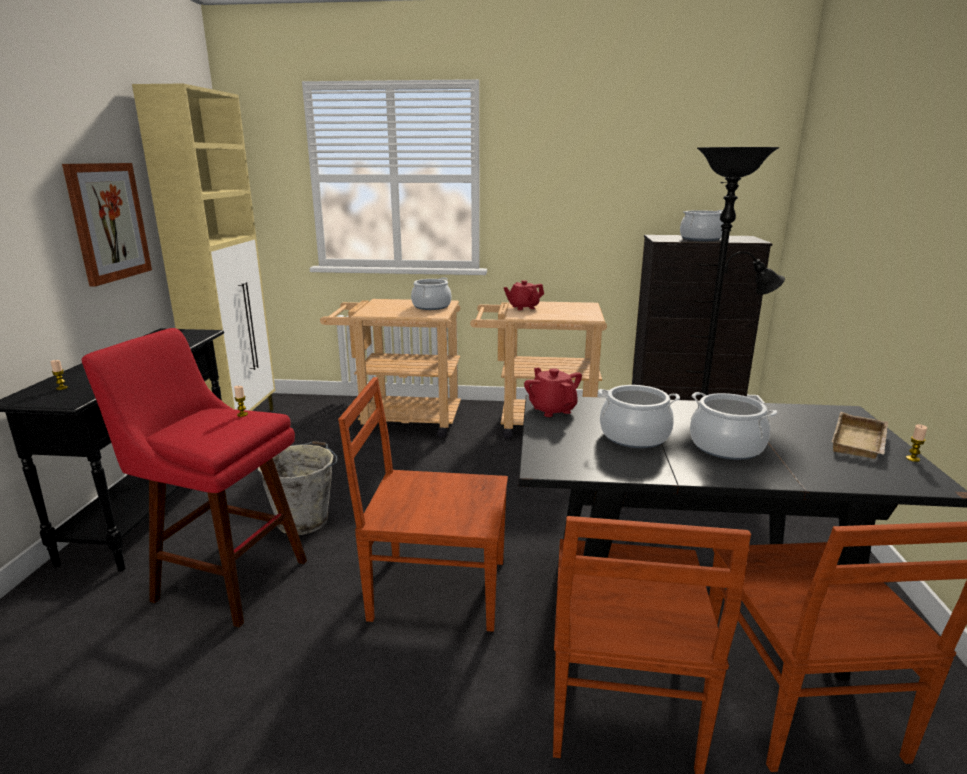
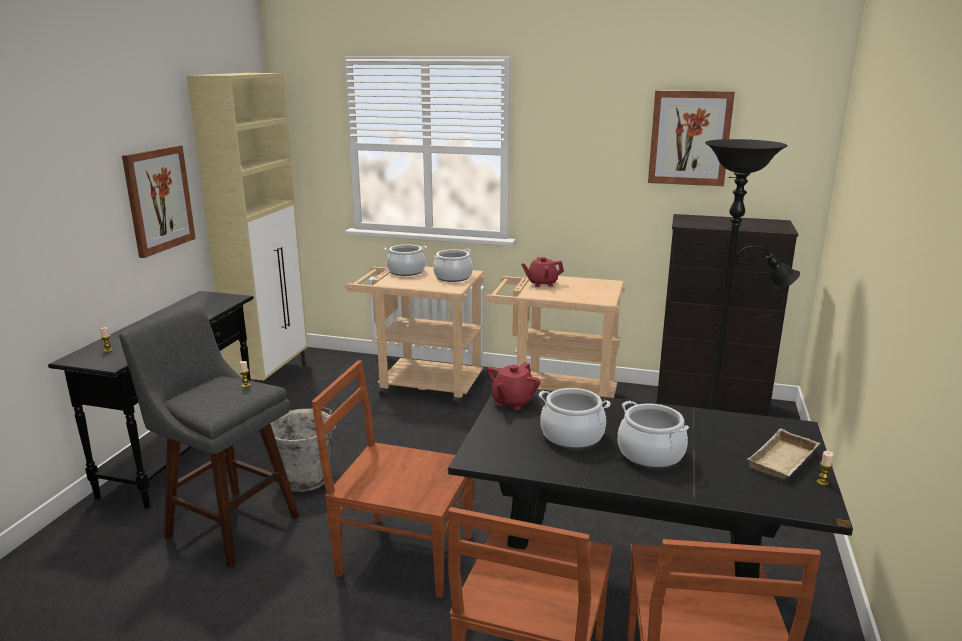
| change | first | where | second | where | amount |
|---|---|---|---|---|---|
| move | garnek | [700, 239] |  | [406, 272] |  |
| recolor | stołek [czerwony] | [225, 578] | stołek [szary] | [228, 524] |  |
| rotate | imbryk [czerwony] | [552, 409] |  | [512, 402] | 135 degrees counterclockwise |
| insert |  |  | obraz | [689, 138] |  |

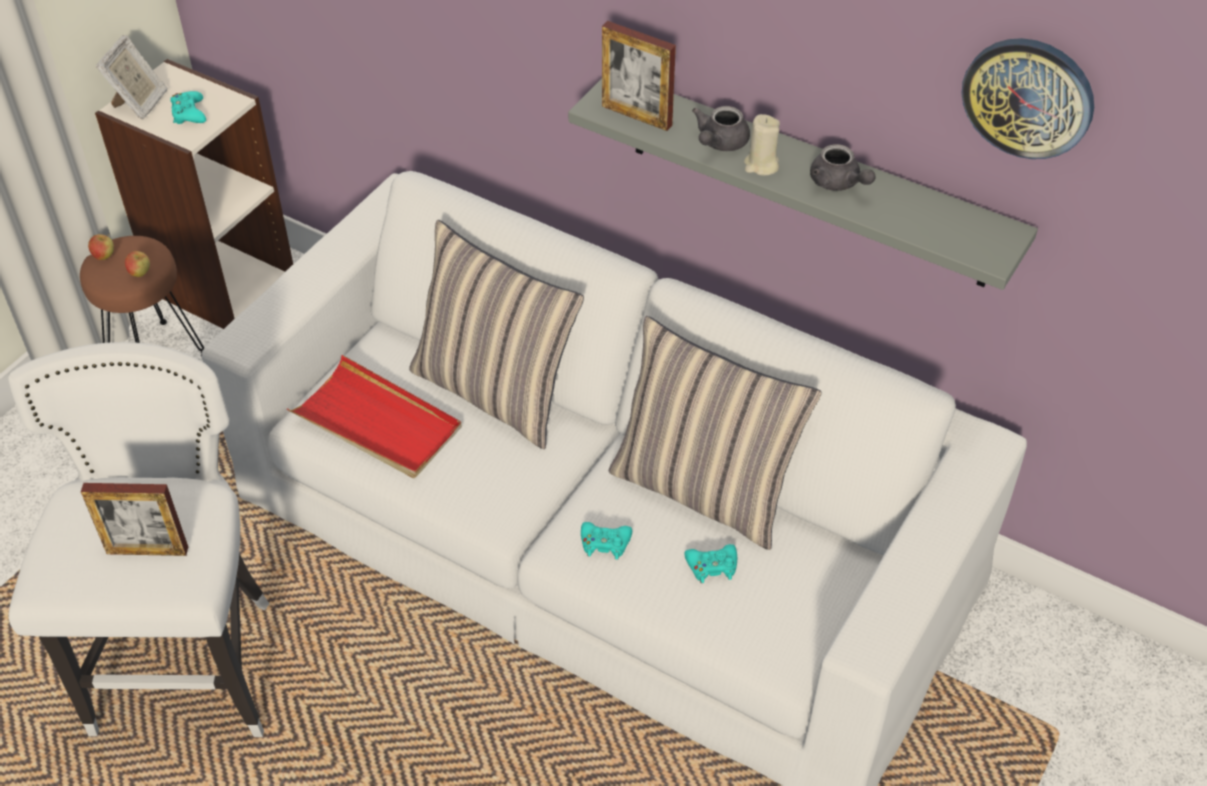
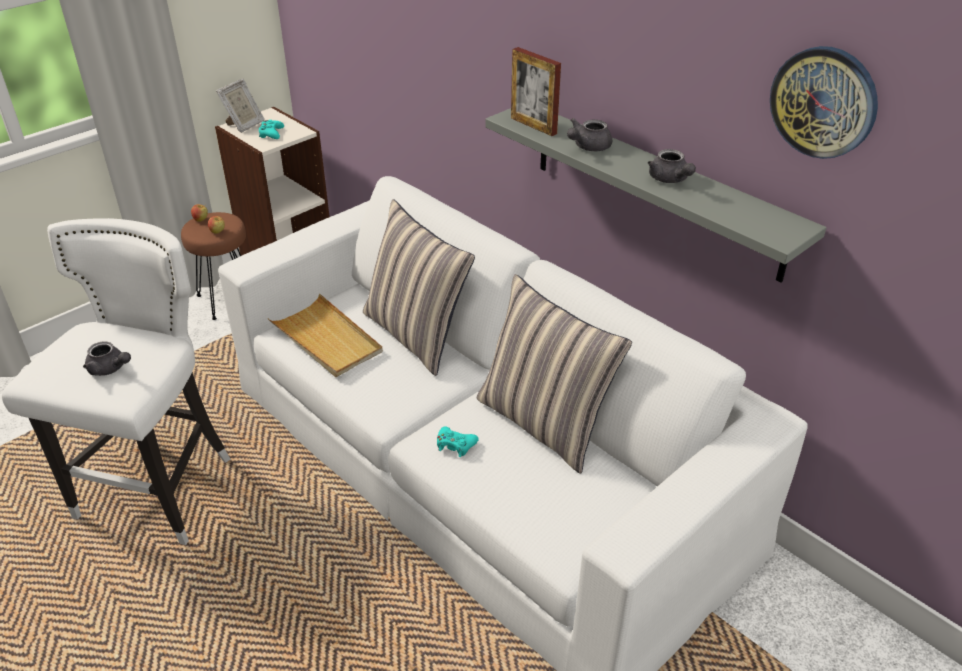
| change | first | where | second | where | amount |
|---|---|---|---|---|---|
| delete | świeca [beżowy] | [761, 165] |  |  |  |
| recolor | taca [czerwony] | [377, 423] | taca [beżowy] | [326, 339] |  |
| replace | ramka na zdjęcie | [147, 550] | imbryk [szary] | [110, 369] |  |
| delete | pad do gier [turkusowy] | [712, 566] |  |  |  |

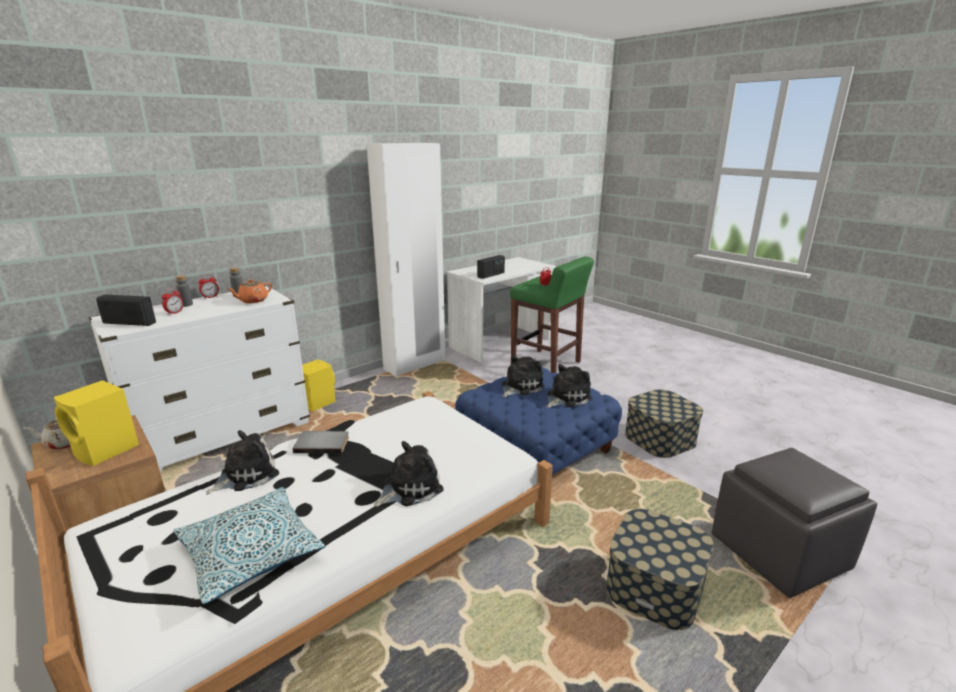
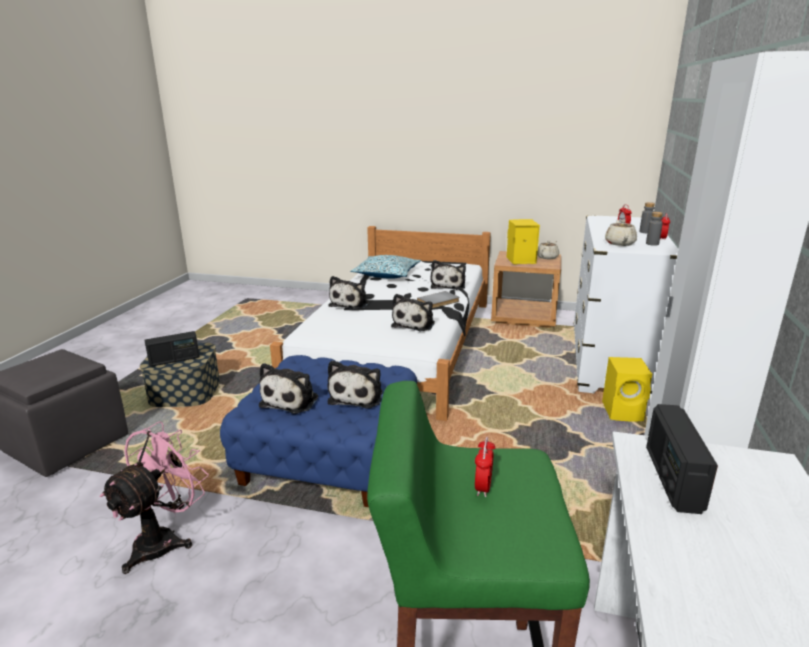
| change | first | where | second | where | amount |
|---|---|---|---|---|---|
| recolor | imbryk [pomarańczowy] | [253, 301] | imbryk [beżowy] | [619, 243] |  |
| move | radio | [130, 322] |  | [174, 360] |  |
| replace | pojemnik do przechowywania | [660, 438] | wentylator [różowy] | [164, 539] |  |
| insert |  |  | pluszak | [415, 324] |  |

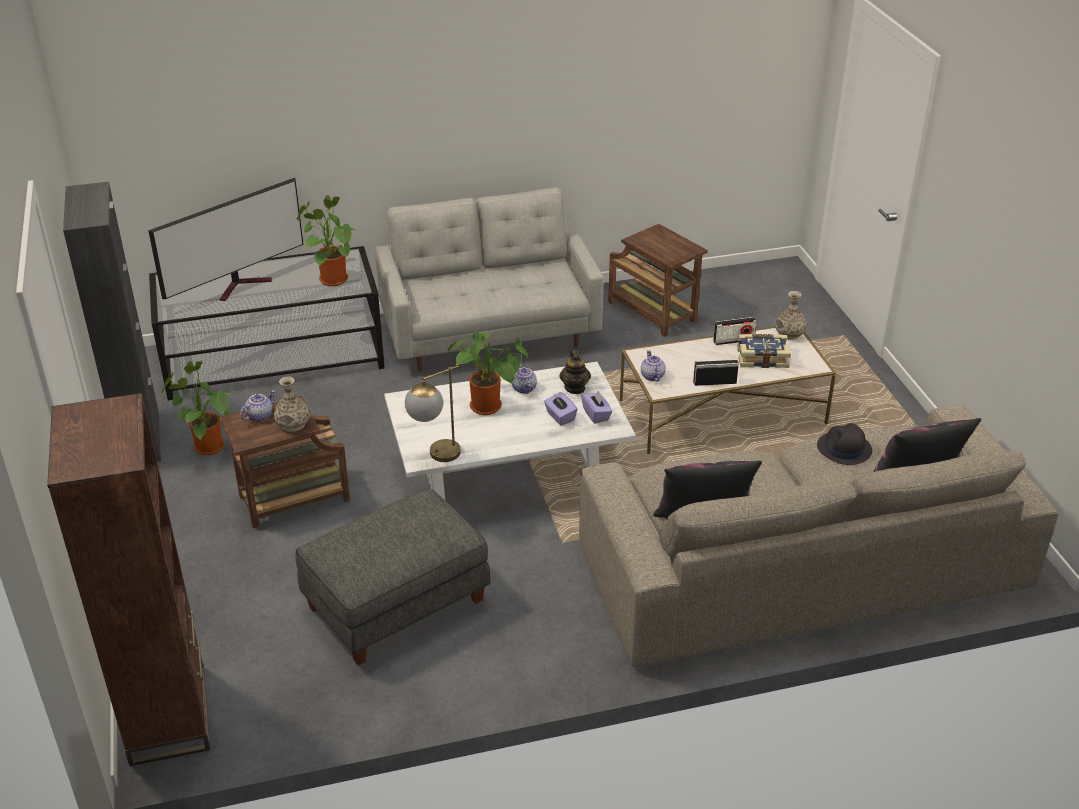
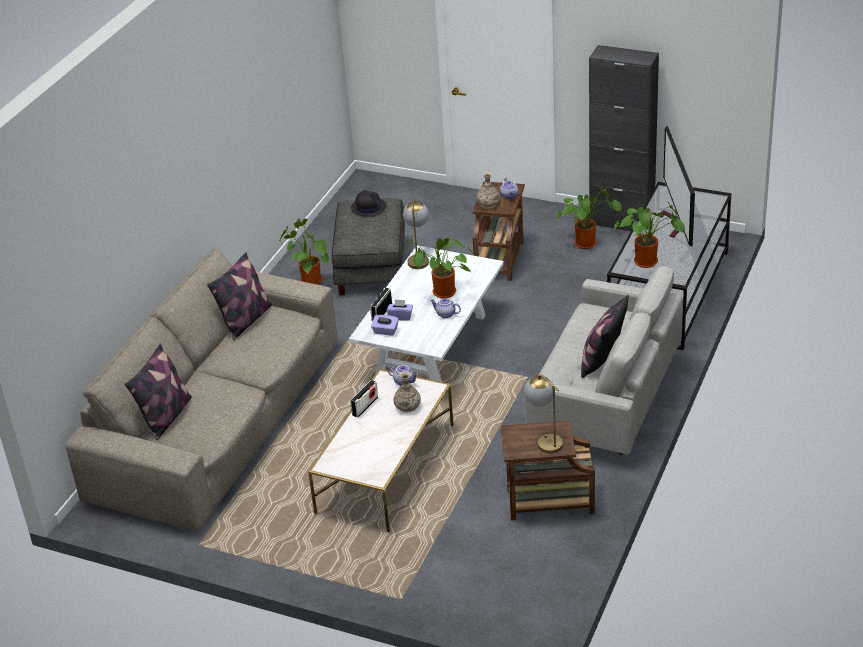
| change | first | where | second | where | amount |
|---|---|---|---|---|---|
| move | wazon | [789, 334] |  | [408, 406] |  |
| move | radio | [733, 340] |  | [381, 312] |  |
| delete | książka | [762, 358] |  |  |  |
| delete | imbryk | [575, 388] |  |  |  |
| delete | regał [brązowy] | [168, 714] |  |  |  |
| move | kapelusz [czarny] | [844, 449] |  | [368, 207] |  |
| insert |  |  | roślina doniczkowa | [309, 281] |  |
| insert |  |  | poduszka | [602, 360] |  |
| insert |  |  | lampa stołowa | [544, 440] |  |

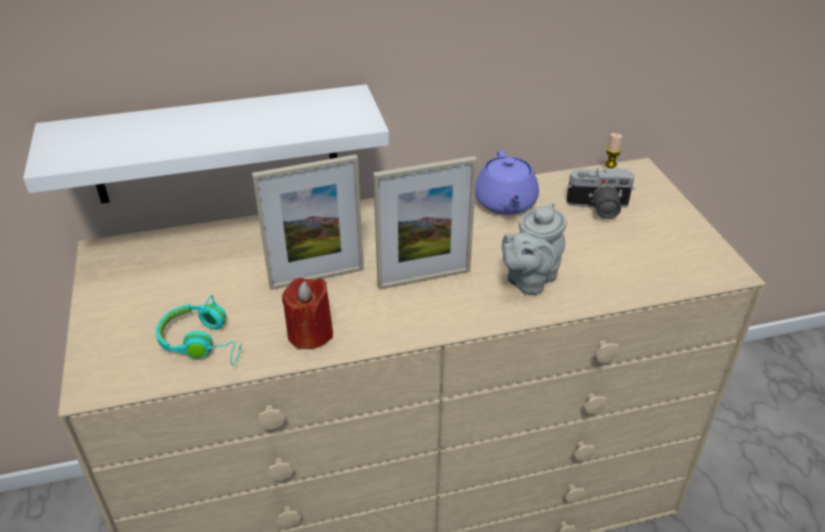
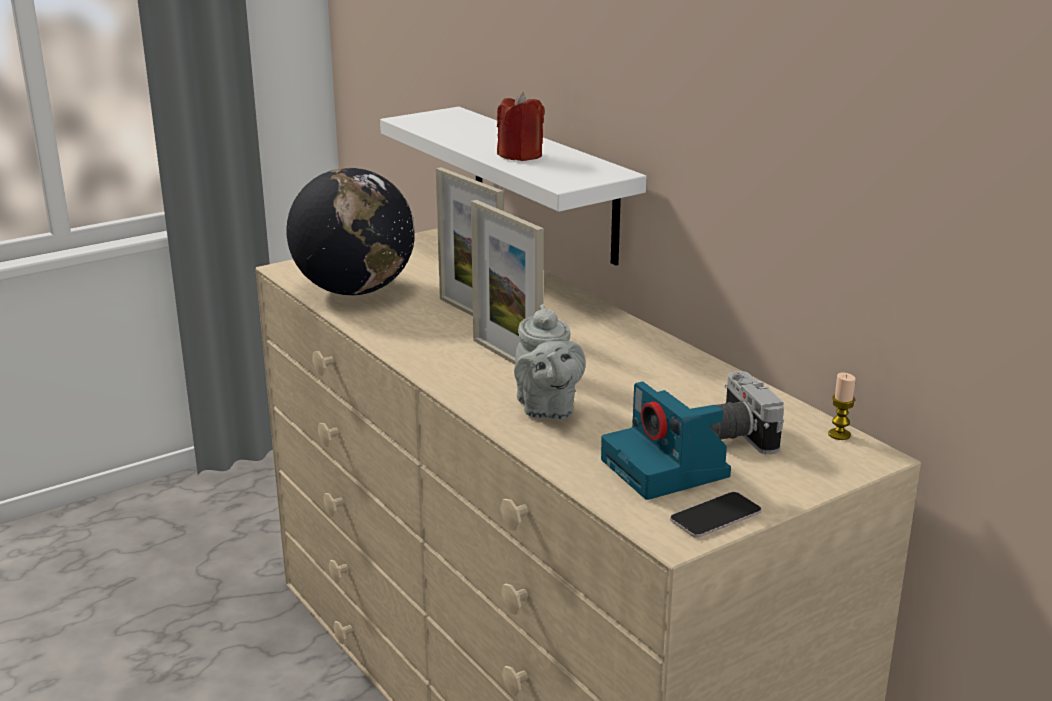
| change | first | where | second | where | amount |
|---|---|---|---|---|---|
| delete | imbryk [fioletowy] | [505, 203] |  |  |  |
| rotate | imbryk [szary] | [529, 280] |  | [546, 409] | 120 degrees counterclockwise |
| move | świeca [czerwony] | [310, 333] |  | [520, 155] |  |
| replace | słuchawki [turkusowy] | [203, 343] | globus | [355, 290] |  |
| insert |  |  | aparat fotograficzny | [667, 469] |  |
| insert |  |  | telefon | [715, 516] |  |

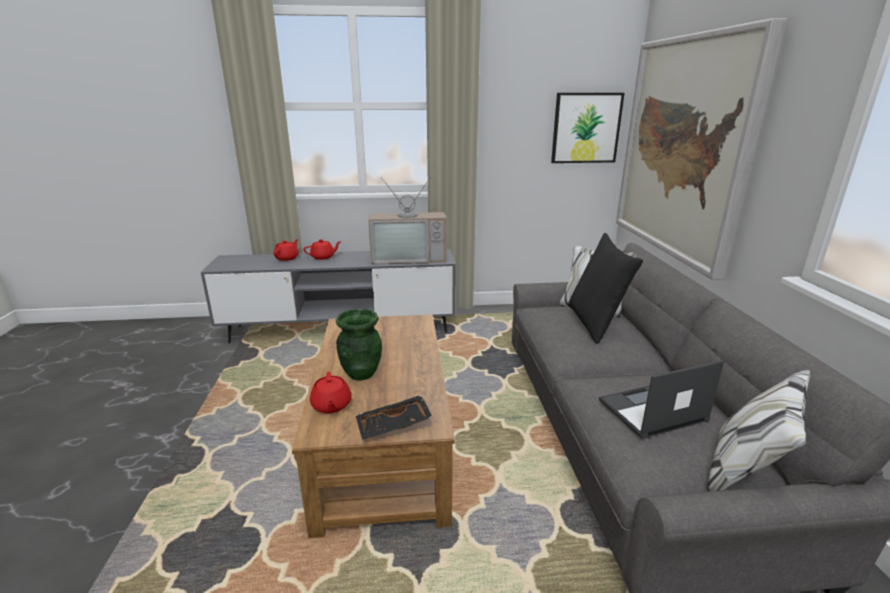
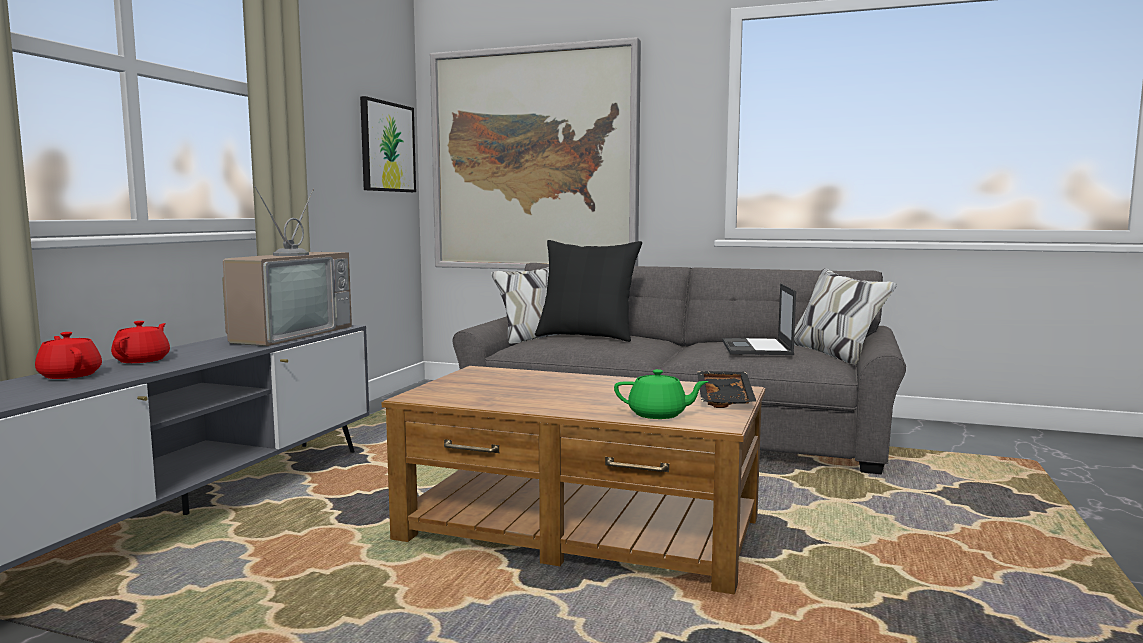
| change | first | where | second | where | amount |
|---|---|---|---|---|---|
| delete | wazon [zielony] | [361, 373] |  |  |  |
| recolor | imbryk [czerwony] | [331, 405] | imbryk [zielony] | [658, 414] |  |

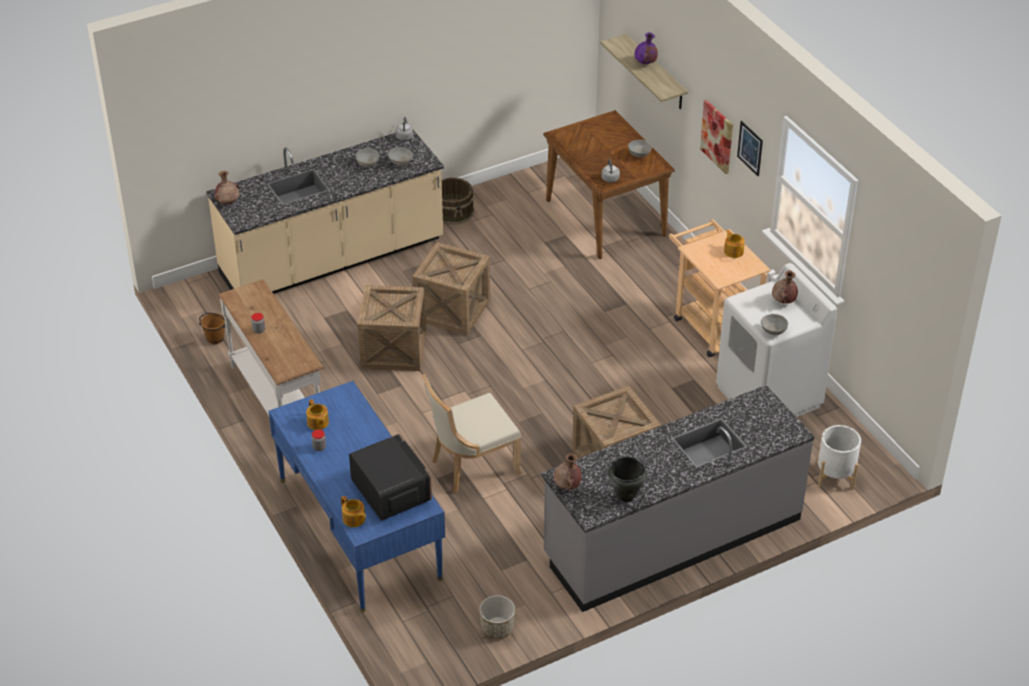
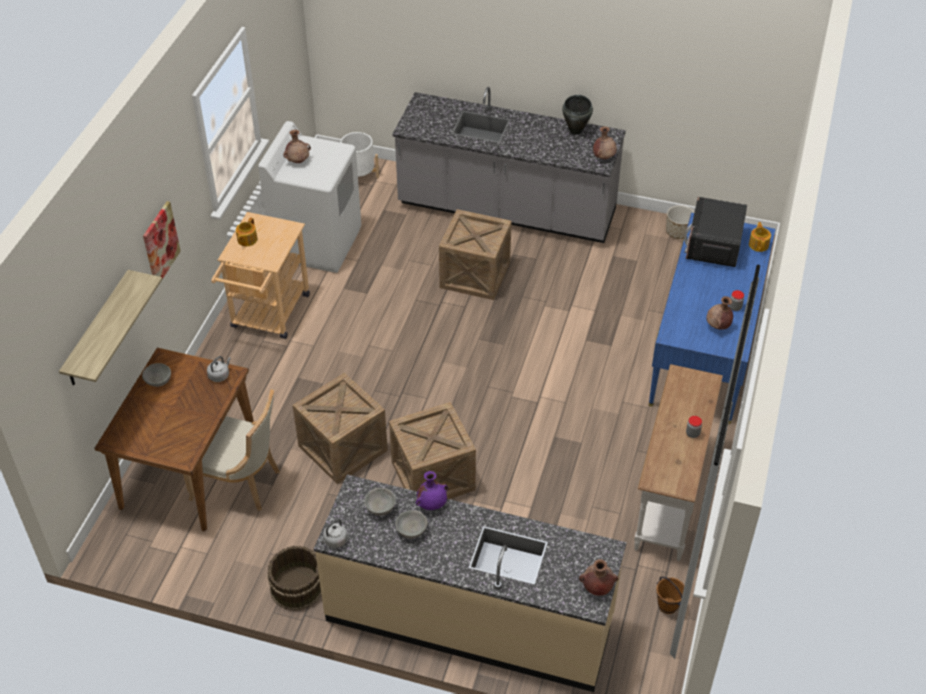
| change | first | where | second | where | amount |
|---|---|---|---|---|---|
| move | wazon [fioletowy] | [645, 63] |  | [432, 504] |  |
| delete | obraz | [750, 148] |  |  |  |
| move | skrzynka | [393, 349] |  | [342, 448] |  |
| delete | miska [szary] | [773, 332] |  |  |  |
| move | krzesło [beżowy] | [471, 466] |  | [240, 483] |  |
| replace | imbryk | [318, 423] | wazon [brązowy] | [718, 326] |  |

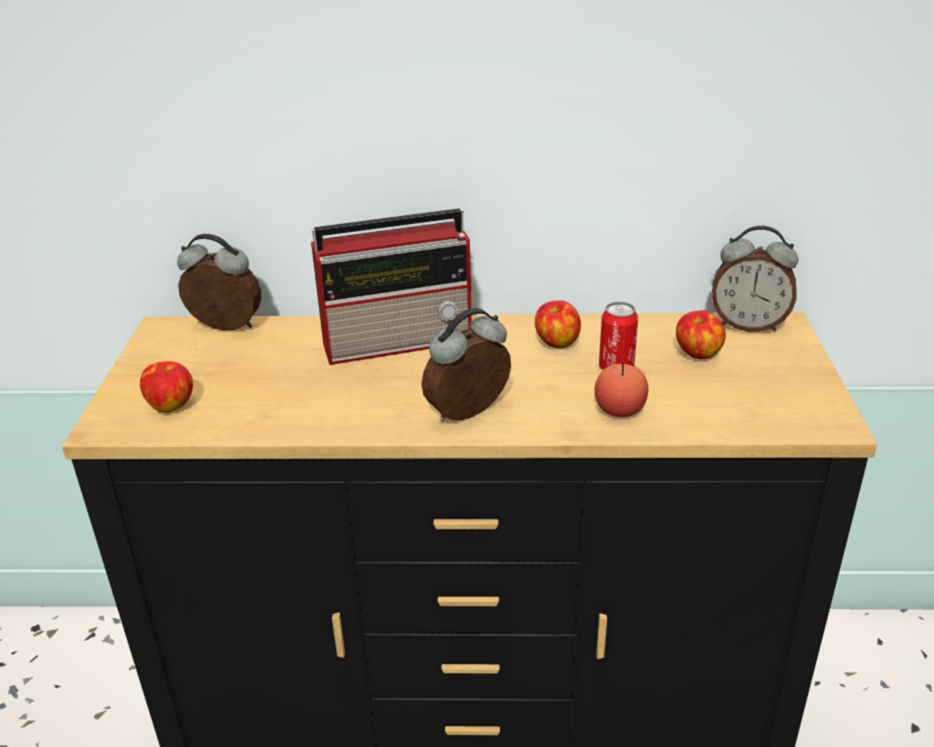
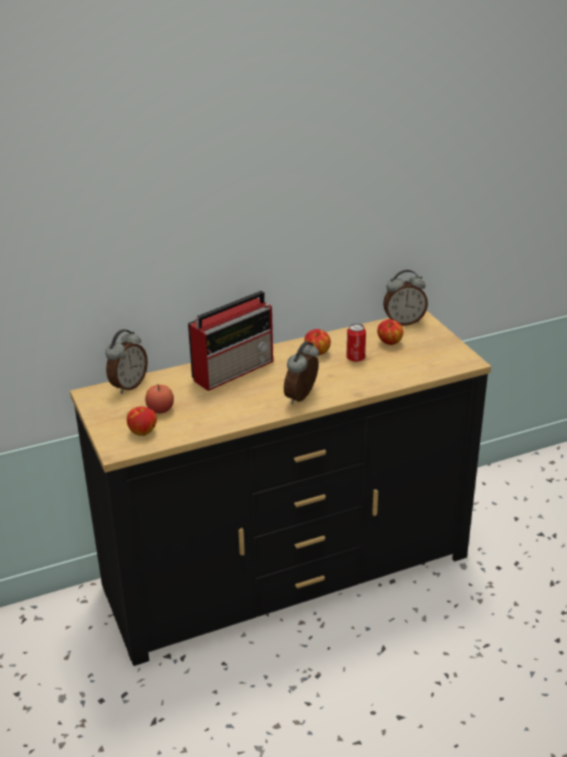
| change | first | where | second | where | amount |
|---|---|---|---|---|---|
| rotate | budzik | [225, 328] |  | [128, 385] | 135 degrees clockwise |
| move | jabłko | [619, 410] |  | [160, 409] |  |

